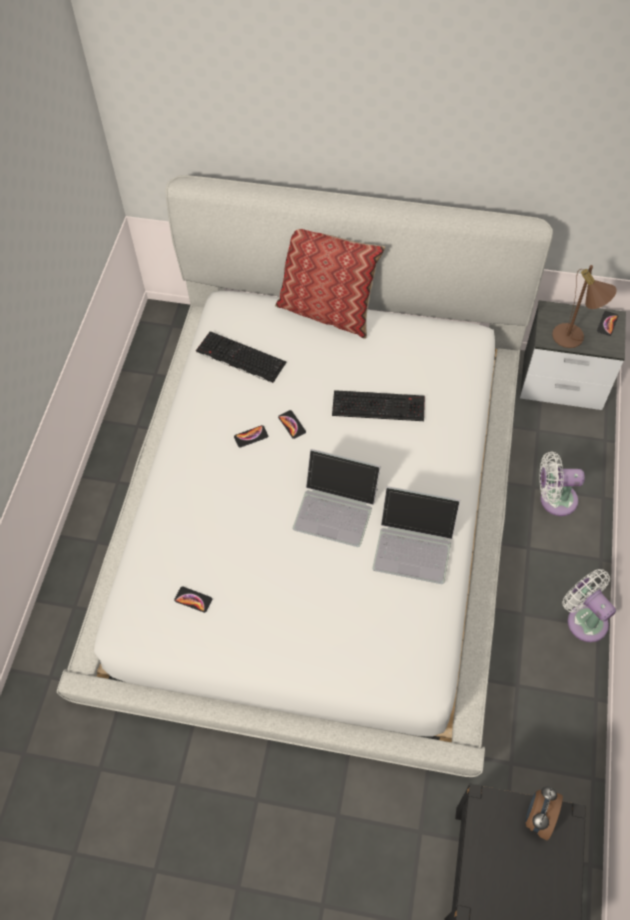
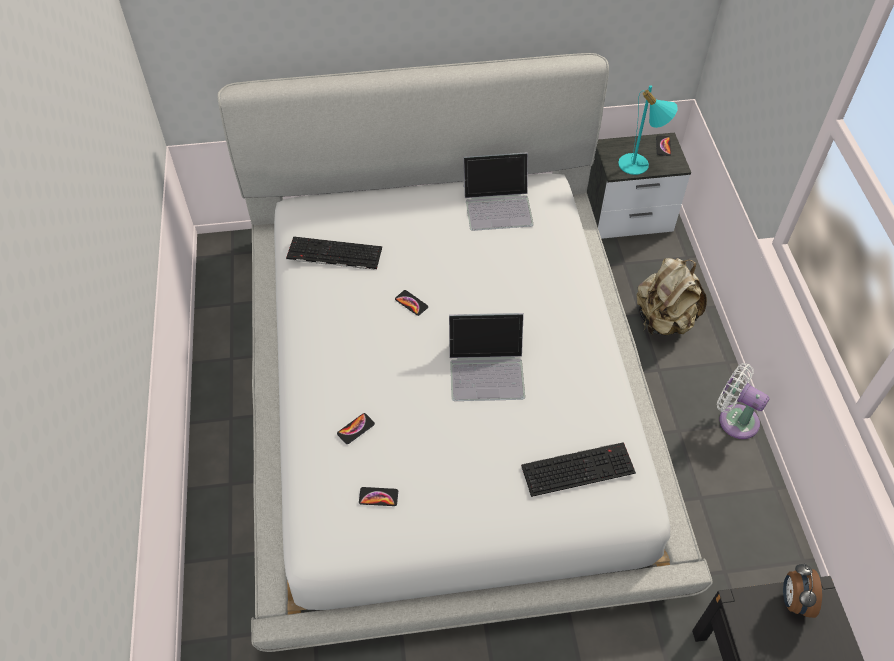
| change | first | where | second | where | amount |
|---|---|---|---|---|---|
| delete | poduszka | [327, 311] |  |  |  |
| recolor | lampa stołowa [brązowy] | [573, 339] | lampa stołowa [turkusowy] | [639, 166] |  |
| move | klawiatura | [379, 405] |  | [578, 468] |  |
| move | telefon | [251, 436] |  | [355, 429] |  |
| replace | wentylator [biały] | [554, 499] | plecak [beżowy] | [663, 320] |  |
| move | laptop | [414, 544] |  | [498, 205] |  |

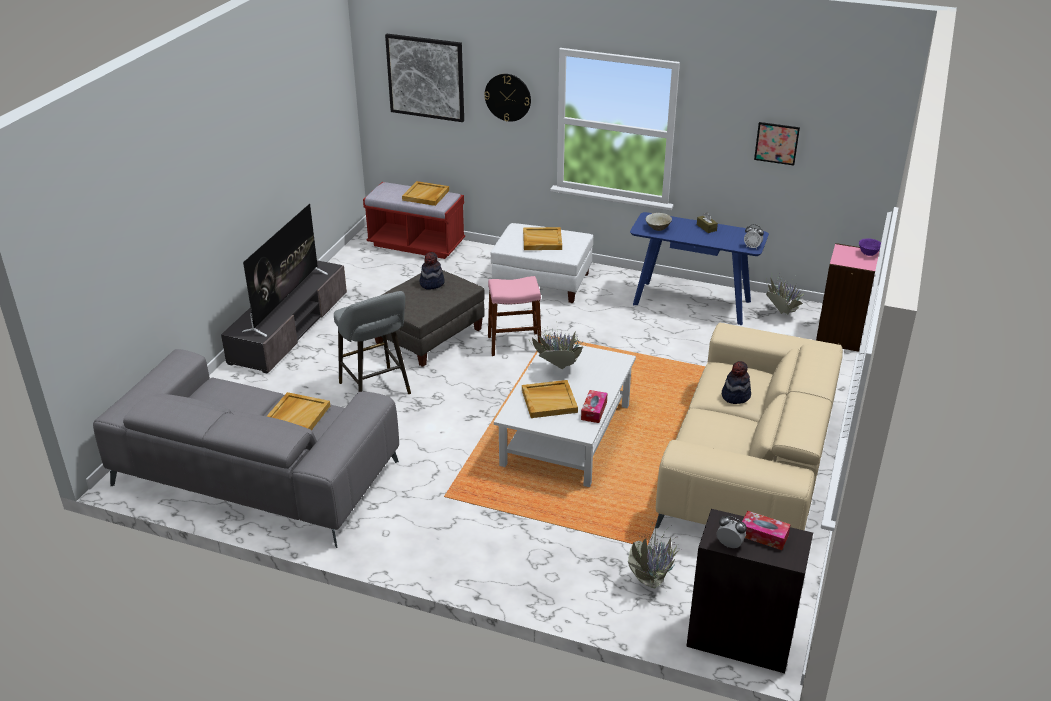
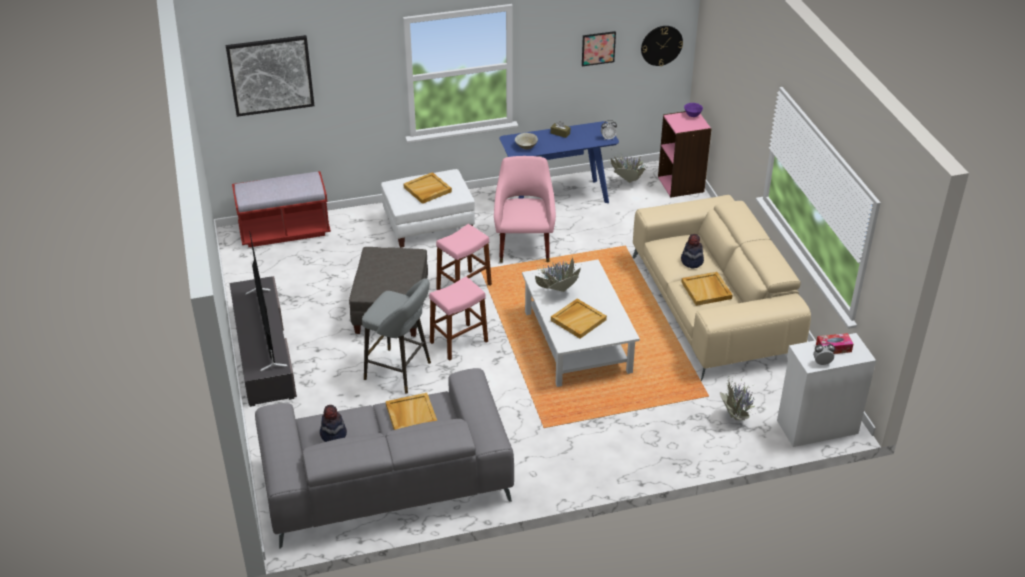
| change | first | where | second | where | amount |
|---|---|---|---|---|---|
| move | zegar ścienny | [508, 97] |  | [661, 45] |  |
| move | taca [beżowy] | [426, 195] |  | [707, 290] |  |
| move | kapelusz | [431, 283] |  | [333, 434] |  |
| delete | pudełko chusteczek | [594, 411] |  |  |  |
| recolor | szafka [czarny] | [739, 638] | szafka [biały] | [816, 426] |  |
| insert |  |  | fotel [różowy] | [524, 245] |  |
| insert |  |  | stołek [różowy] | [459, 342] |  |

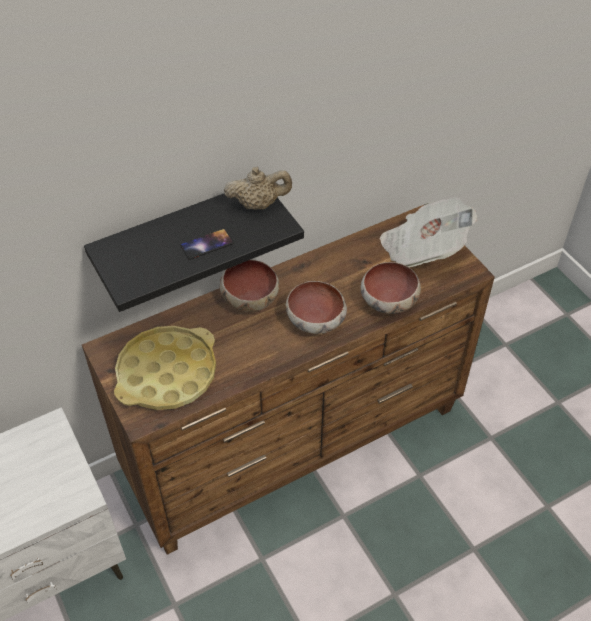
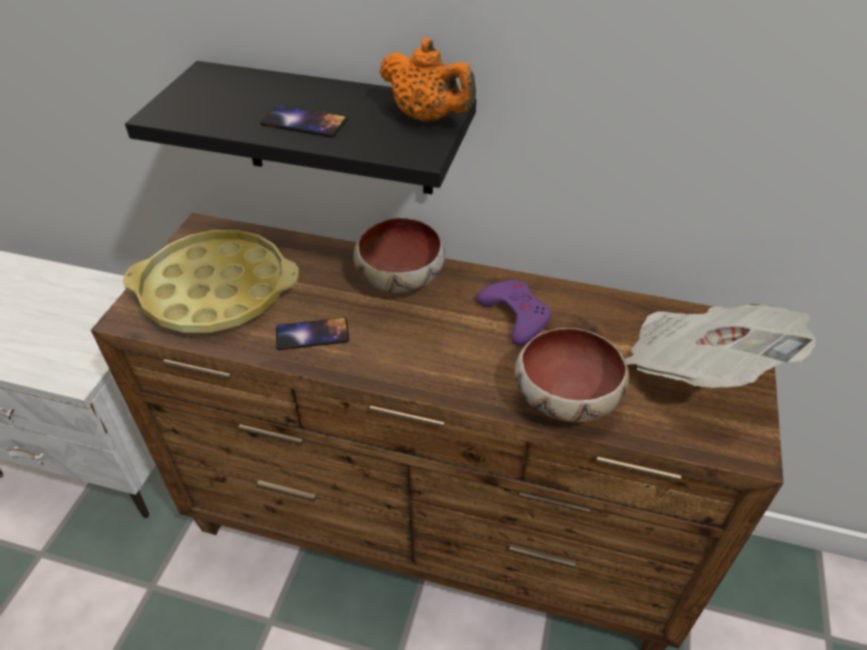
| change | first | where | second | where | amount |
|---|---|---|---|---|---|
| recolor | imbryk [beżowy] | [258, 204] | imbryk [pomarańczowy] | [428, 118] |  |
| delete | miska | [316, 320] |  |  |  |
| insert |  |  | pad do gier [fioletowy] | [515, 315] |  |
| insert |  |  | telefon | [312, 334] |  |

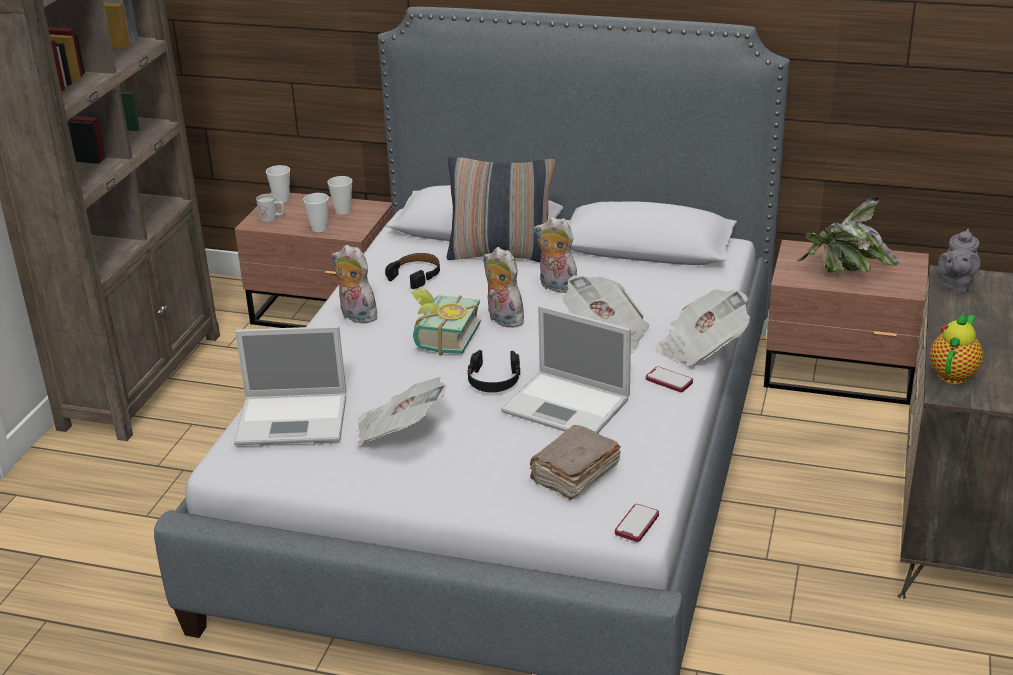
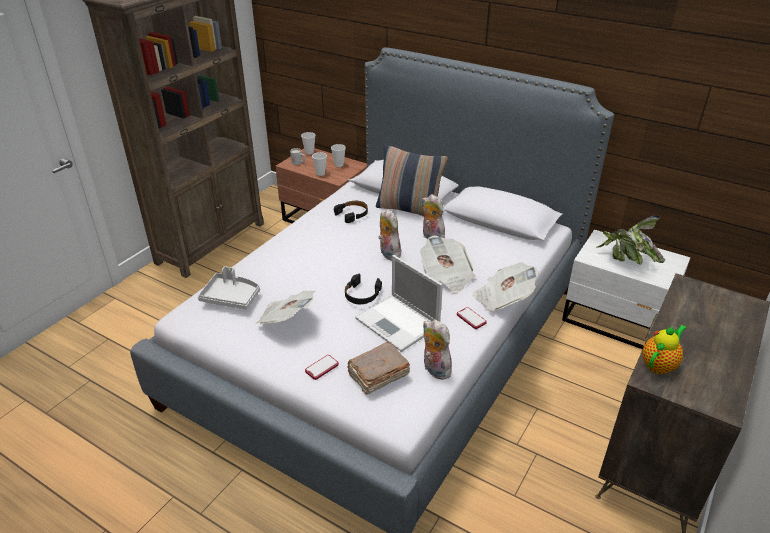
| change | first | where | second | where | amount |
|---|---|---|---|---|---|
| delete | imbryk [szary] | [956, 285] |  |  |  |
| recolor | szafka nocna [brązowy] | [842, 373] | szafka nocna [biały] | [616, 321] |  |
| move | pluszak | [356, 316] |  | [434, 369] |  |
| delete | książka | [441, 338] |  |  |  |
| replace | laptop | [294, 419] | taca [szary] | [231, 297] |  |
| move | telefon | [637, 524] |  | [322, 368] |  |

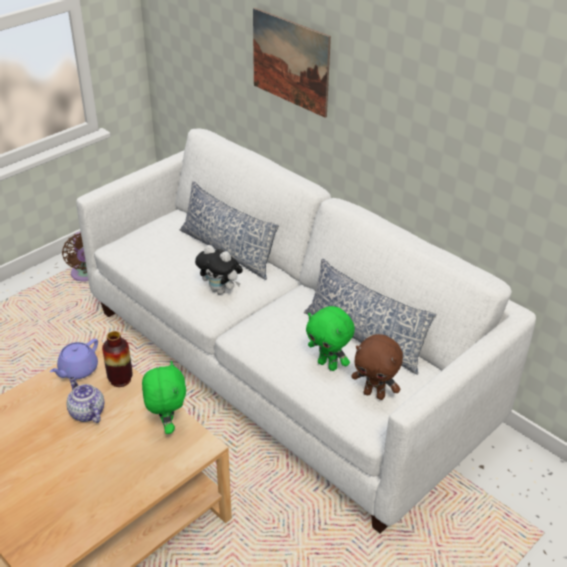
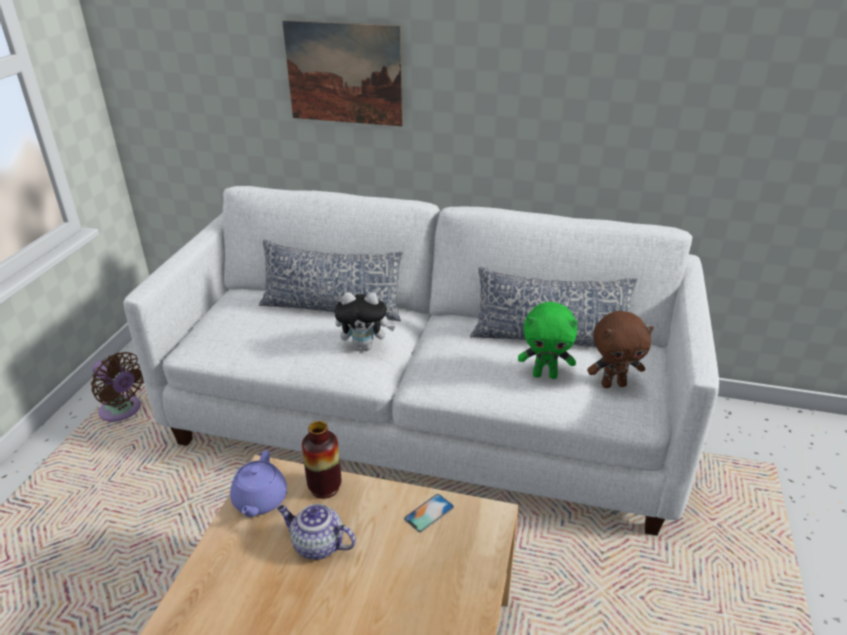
| change | first | where | second | where | amount |
|---|---|---|---|---|---|
| replace | pluszak [zielony] | [167, 425] | telefon | [429, 513] |  |

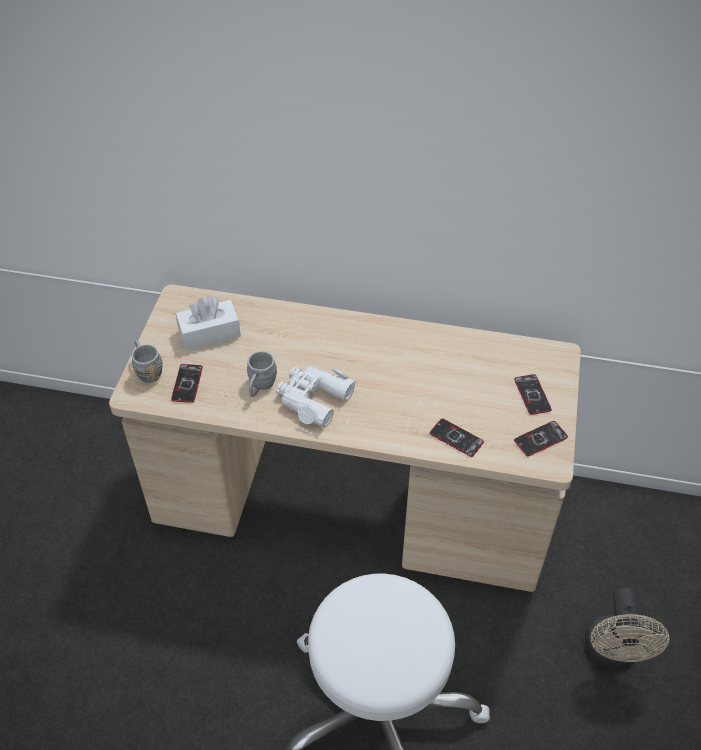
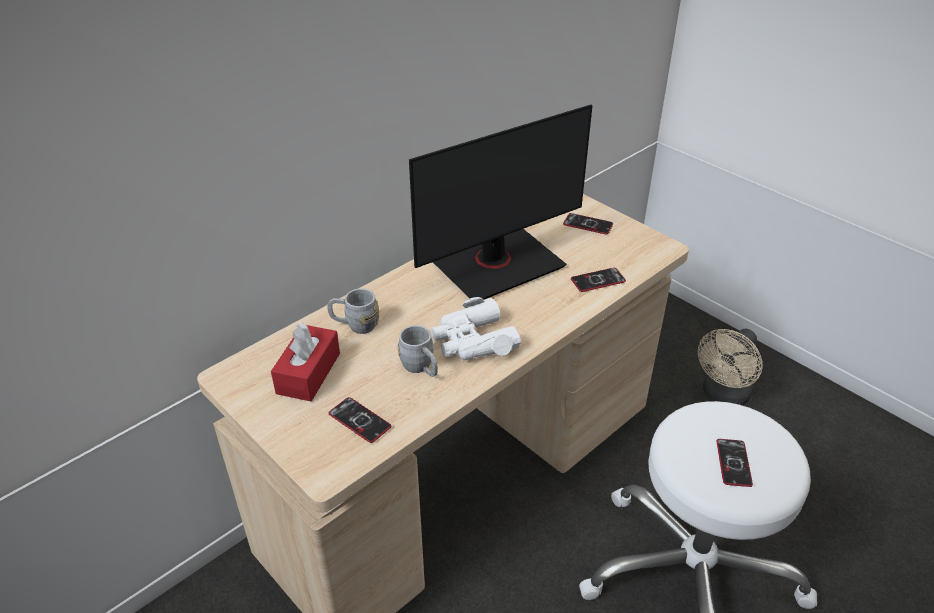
| change | first | where | second | where | amount |
|---|---|---|---|---|---|
| recolor | pudełko chusteczek [biały] | [209, 333] | pudełko chusteczek [czerwony] | [308, 373] |  |
| move | kubek [szary] | [147, 370] |  | [355, 325] |  |
| move | telefon | [540, 439] |  | [733, 463] |  |
| rotate | wentylator [beżowy] | [612, 653] |  | [723, 396] | 90 degrees clockwise |
| insert |  |  | monitor | [498, 265] |  |

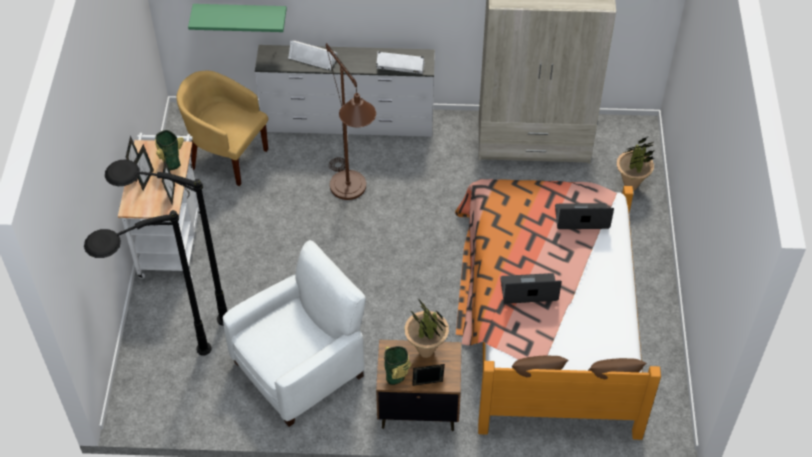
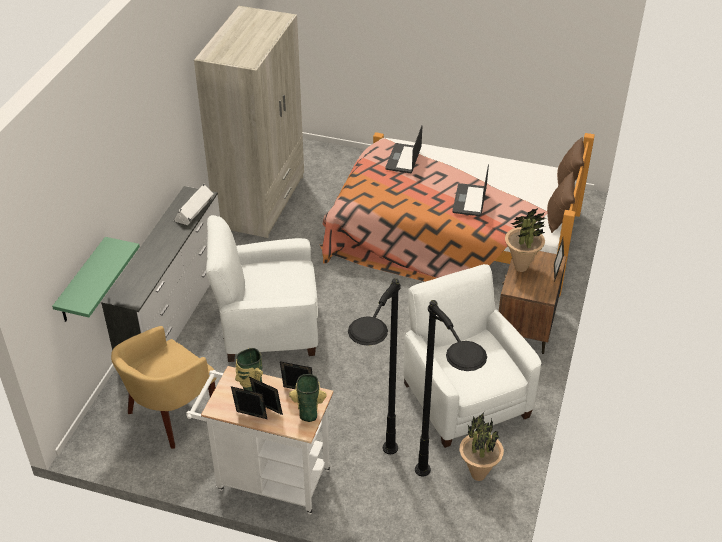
| change | first | where | second | where | amount |
|---|---|---|---|---|---|
| delete | głośnik [biały] | [313, 57] |  |  |  |
| replace | lampa stojąca [brązowy] | [351, 193] | fotel [biały] | [268, 327] |  |
| move | roślina doniczkowa | [630, 187] |  | [478, 475] |  |
| move | wazon | [396, 377] |  | [308, 412] |  |

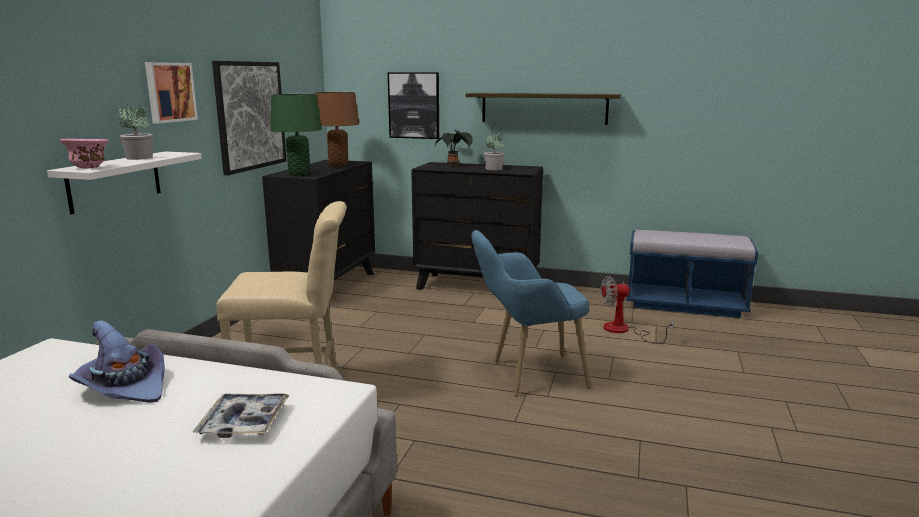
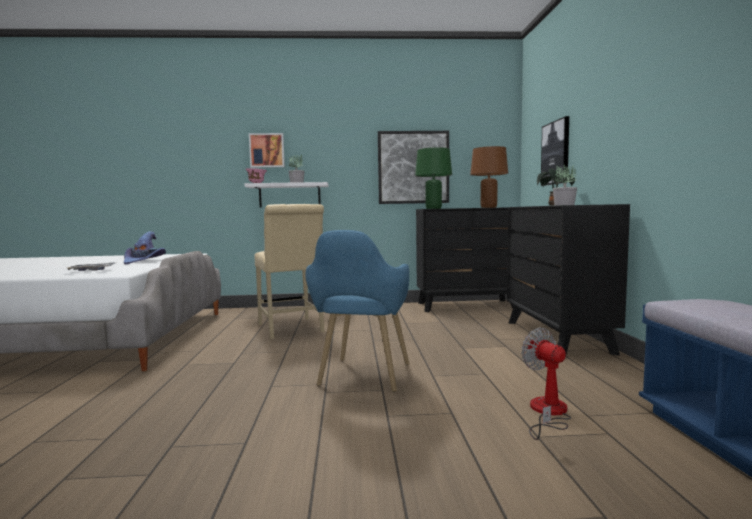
| change | first | where | second | where | amount |
|---|---|---|---|---|---|
| move | obraz | [169, 92] |  | [267, 150] |  |
| delete | półka | [544, 108] |  |  |  |
| rotate | fotel [niebieski] | [526, 376] |  | [362, 380] | 135 degrees counterclockwise |

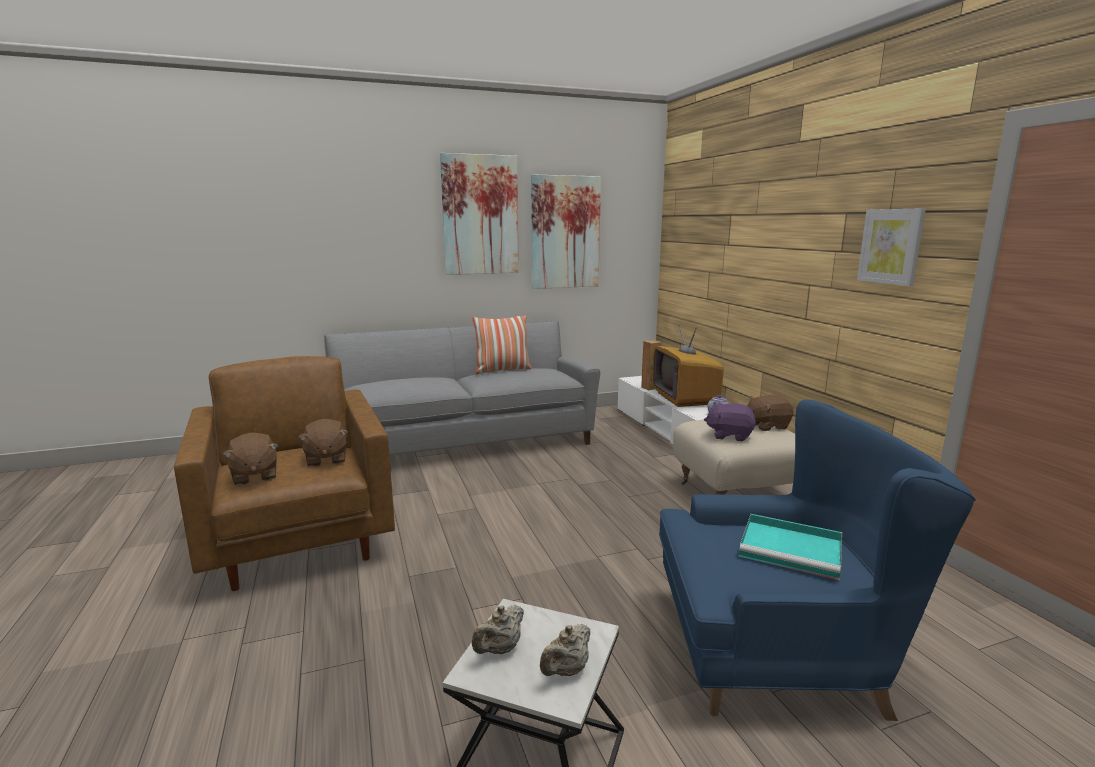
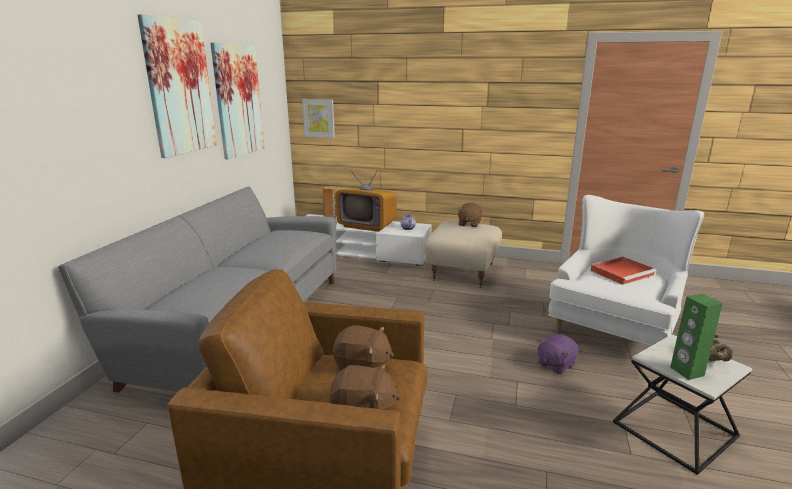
| change | first | where | second | where | amount |
|---|---|---|---|---|---|
| move | obraz | [891, 246] |  | [319, 118] |  |
| delete | poduszka | [502, 370] |  |  |  |
| recolor | fotel [niebieski] | [778, 652] | fotel [biały] | [614, 328] |  |
| move | pluszak [fioletowy] | [730, 435] |  | [555, 364] |  |
| recolor | taca [turkusowy] | [793, 549] | taca [czerwony] | [622, 272] |  |
| replace | imbryk [beżowy] | [500, 649] | głośnik [zielony] | [686, 371] |  |

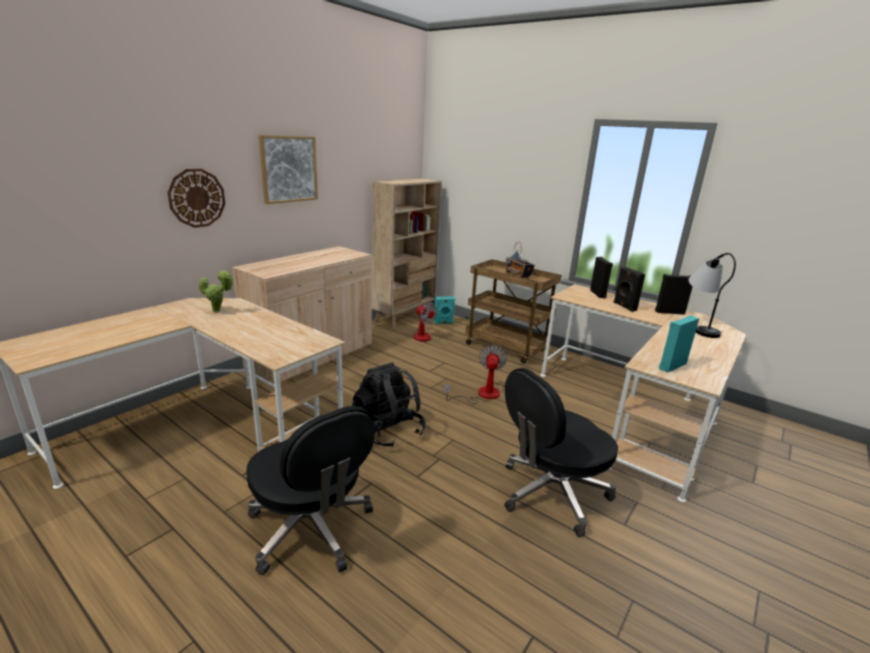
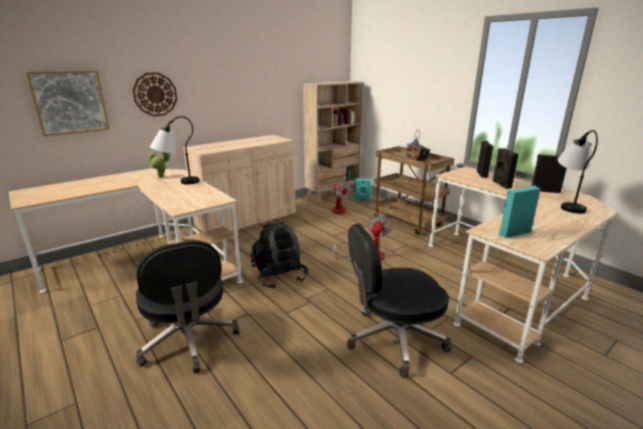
| change | first | where | second | where | amount |
|---|---|---|---|---|---|
| move | obraz | [288, 169] |  | [70, 102] |  |
| insert |  |  | lampa stołowa | [177, 183] |  |

